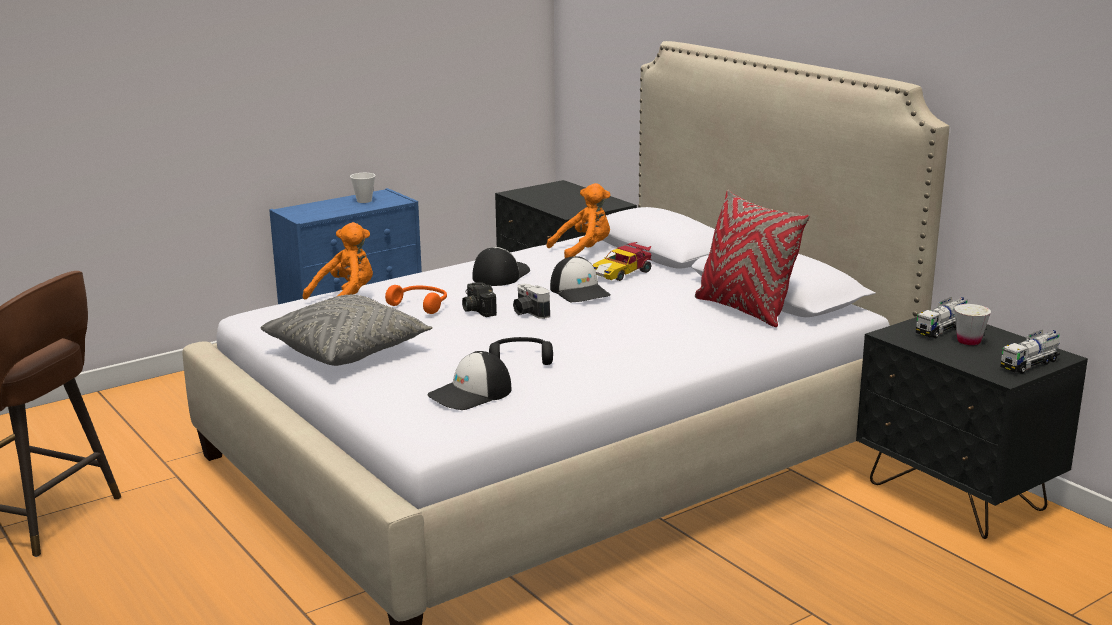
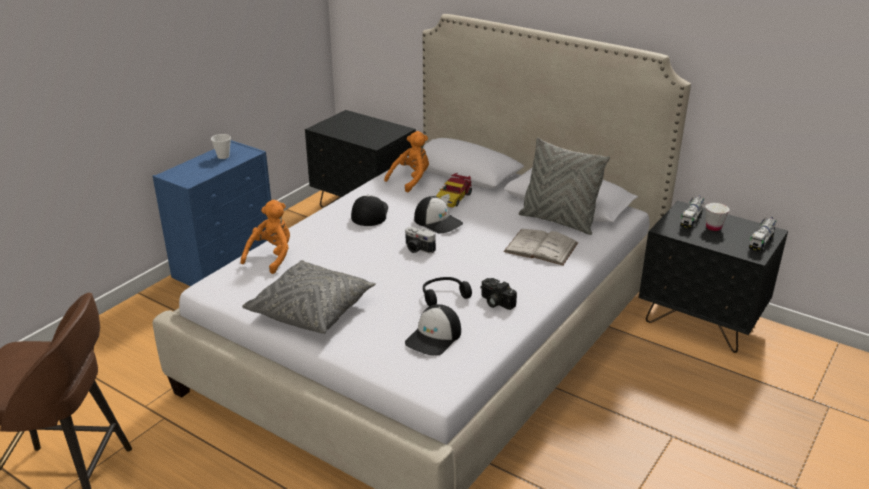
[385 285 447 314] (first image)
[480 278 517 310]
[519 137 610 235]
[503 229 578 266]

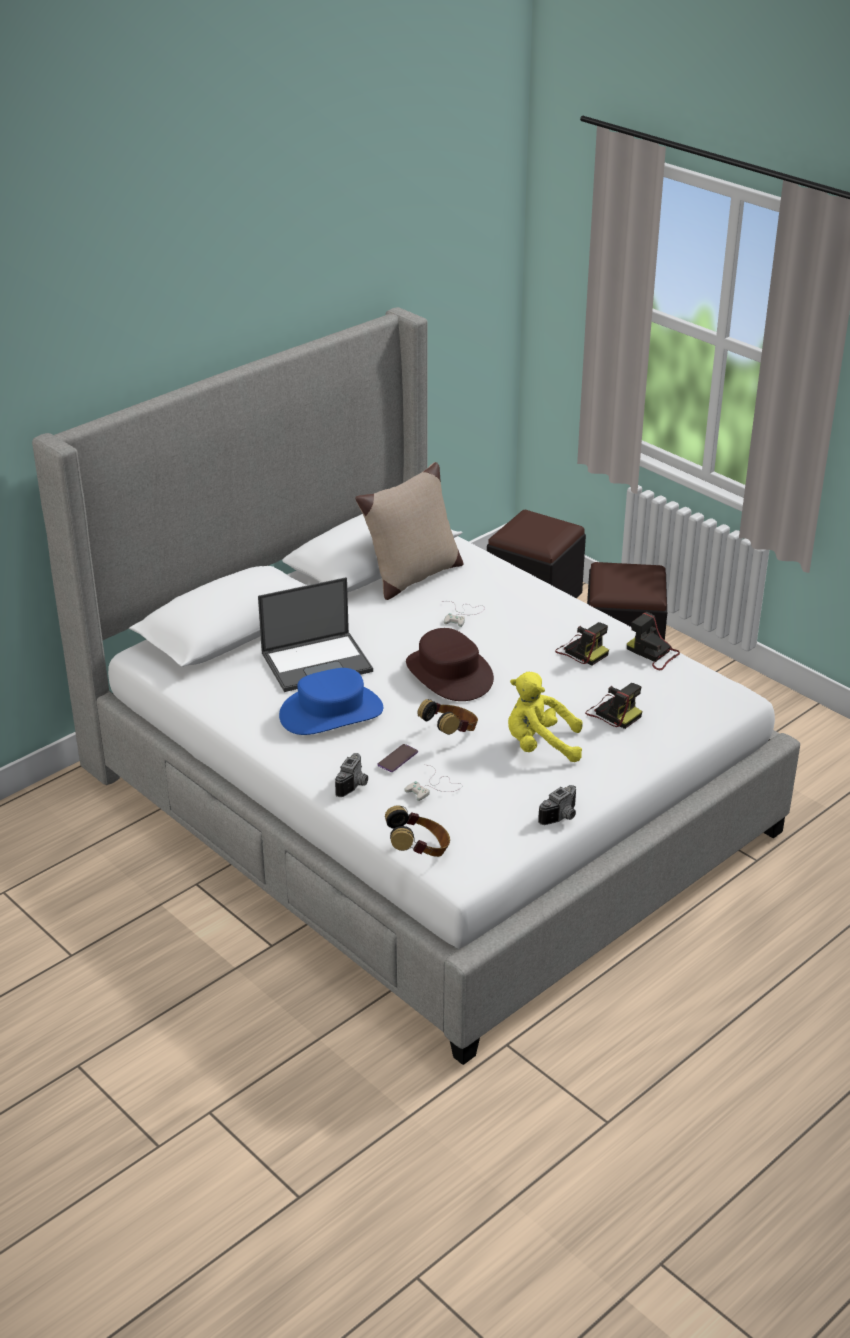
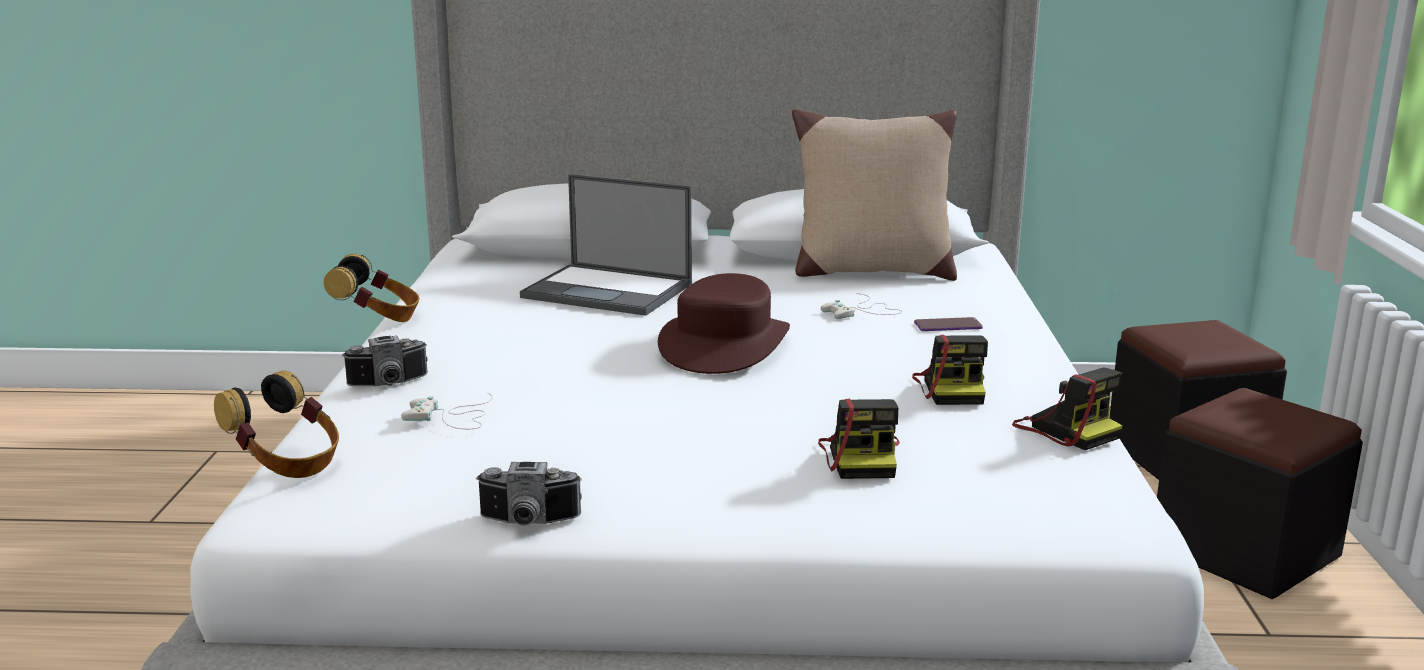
[279 668 383 735] (first image)
[914 317 983 331]
[324 254 420 322]
[508 672 583 762] (first image)
[1012 368 1123 450]

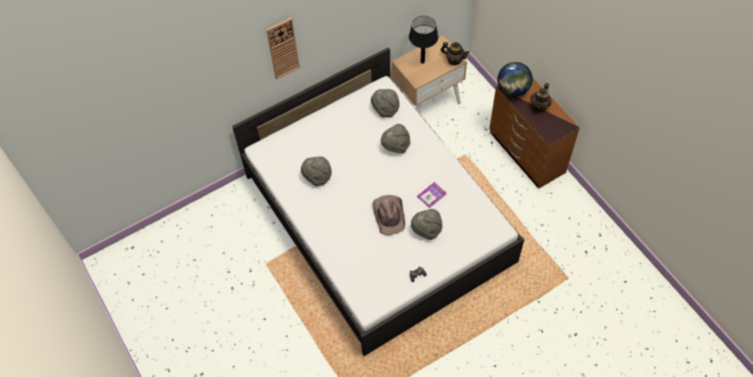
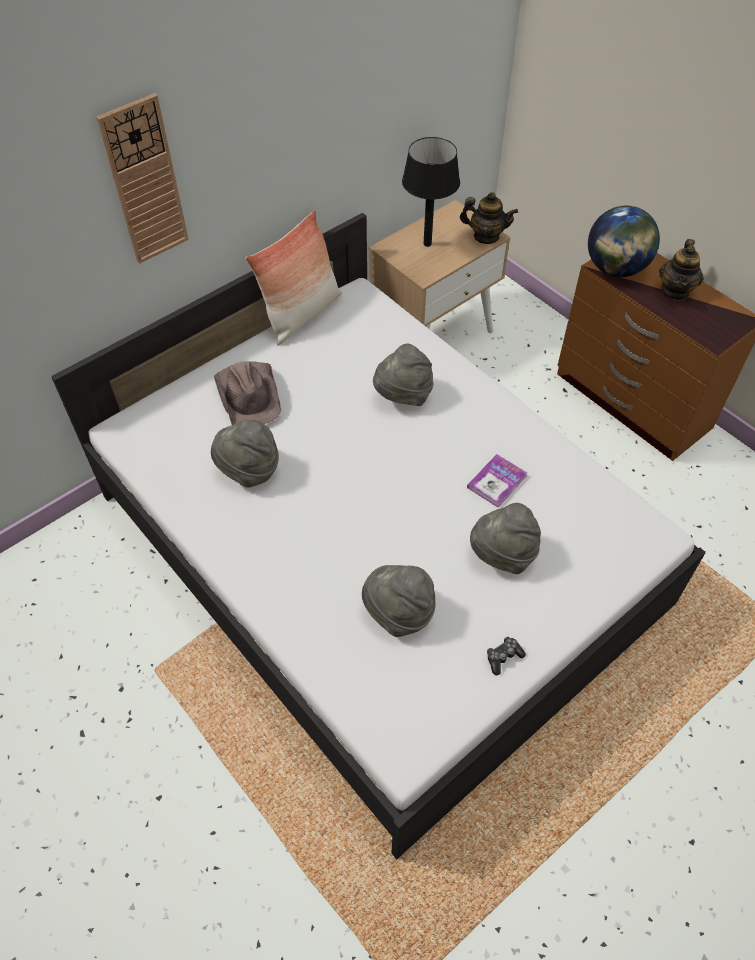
[362 565 436 637]
[214 361 281 425]
[245 210 342 346]

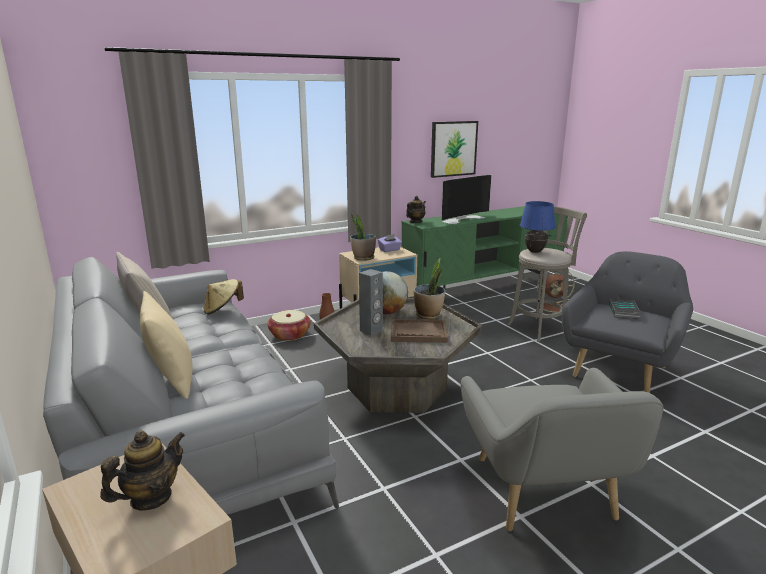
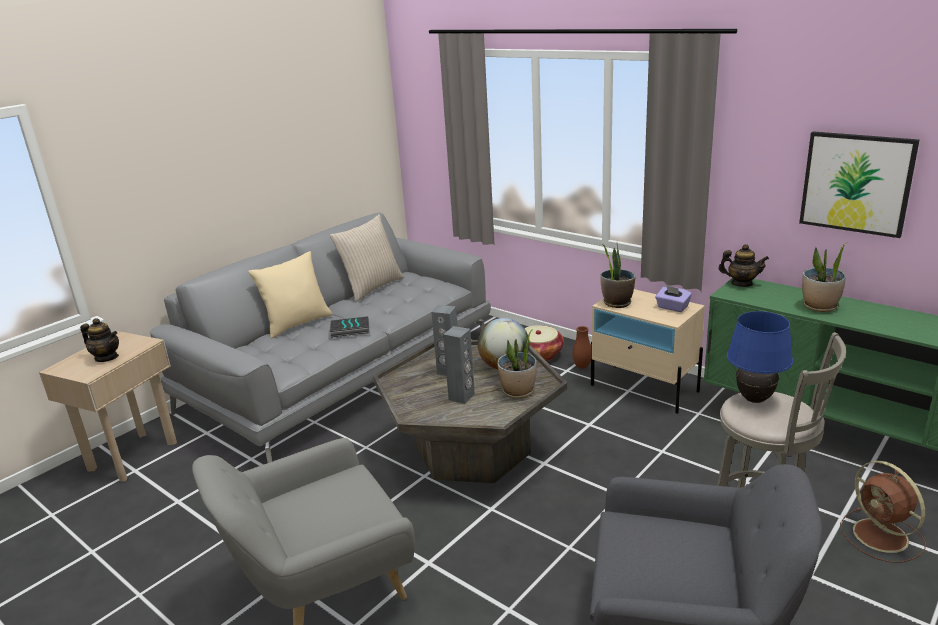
[203 279 244 315] (first image)
[443 326 475 404]
[802 243 846 312]
[329 316 370 338]

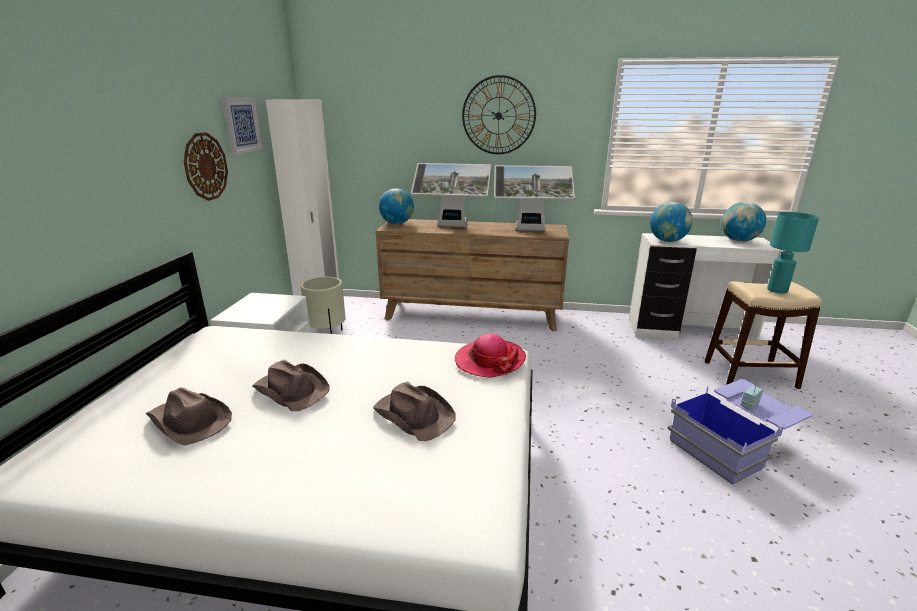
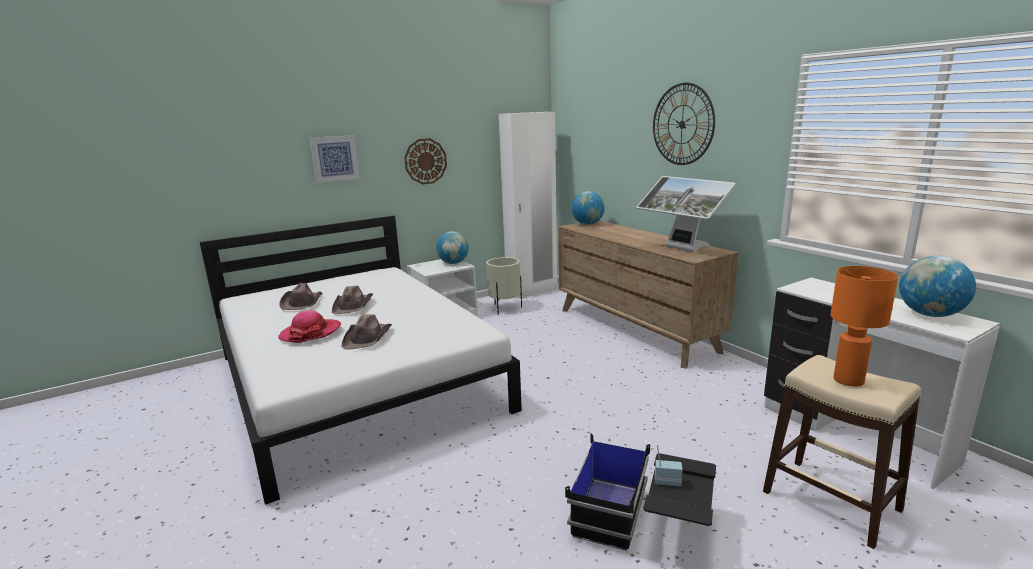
[310 135 360 183]
[411 163 491 227] (first image)
[278 310 341 343]
[436 231 469 264]
[565 433 716 551]
[831 266 898 387]

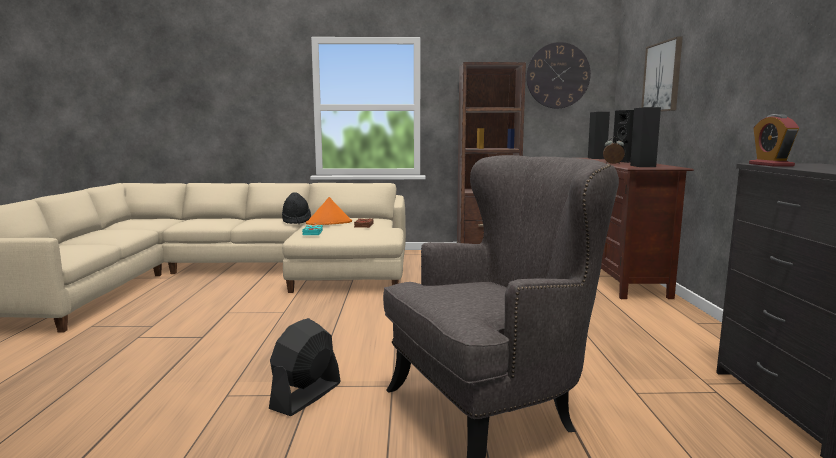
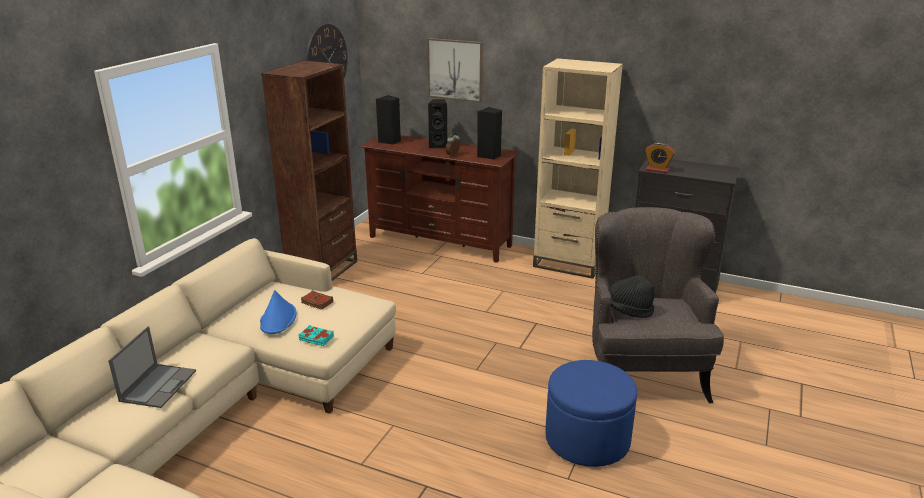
[545 360 637 467]
[608 275 654 318]
[260 290 296 334]
[108 326 196 408]
[533 58 623 279]

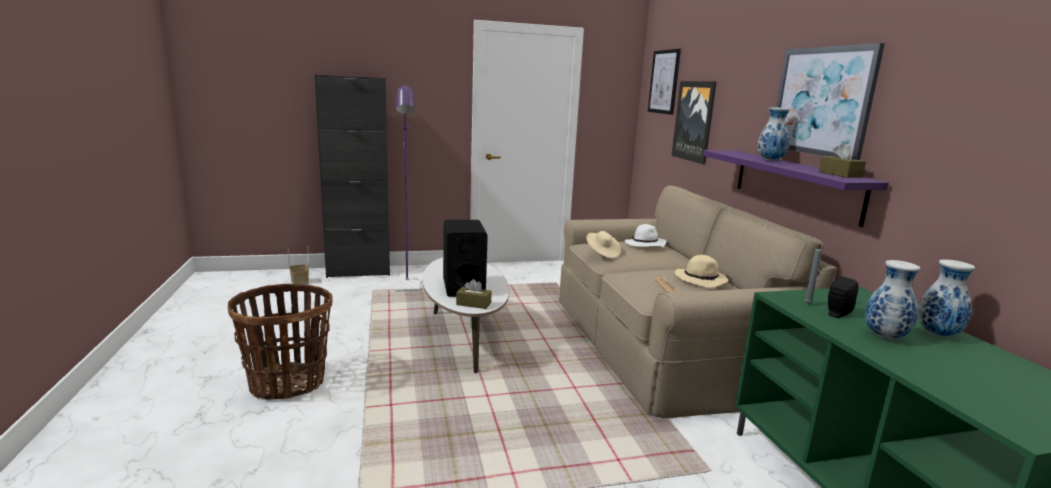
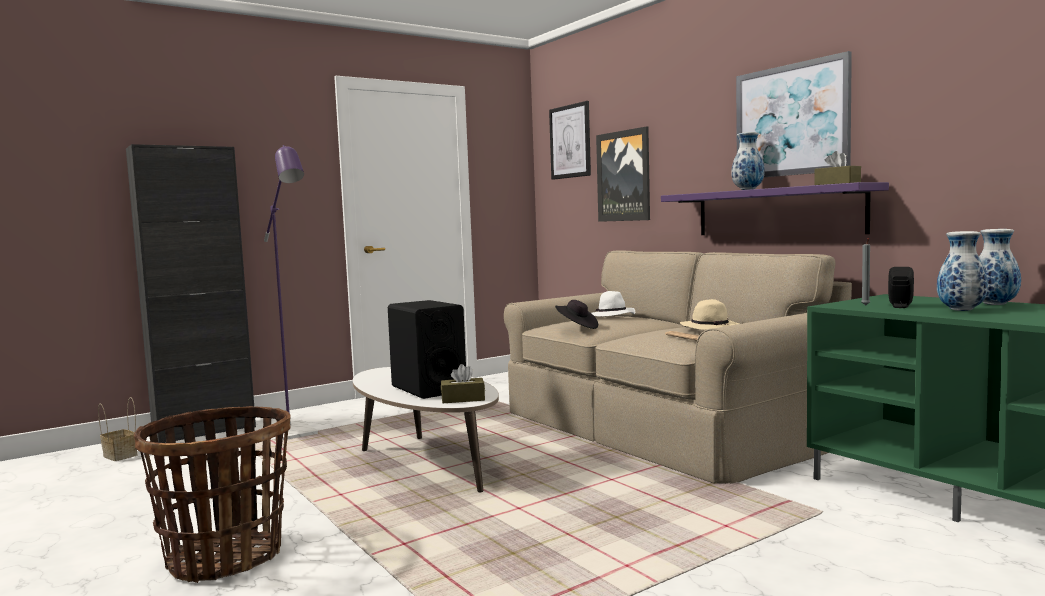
[555 300 598 329]

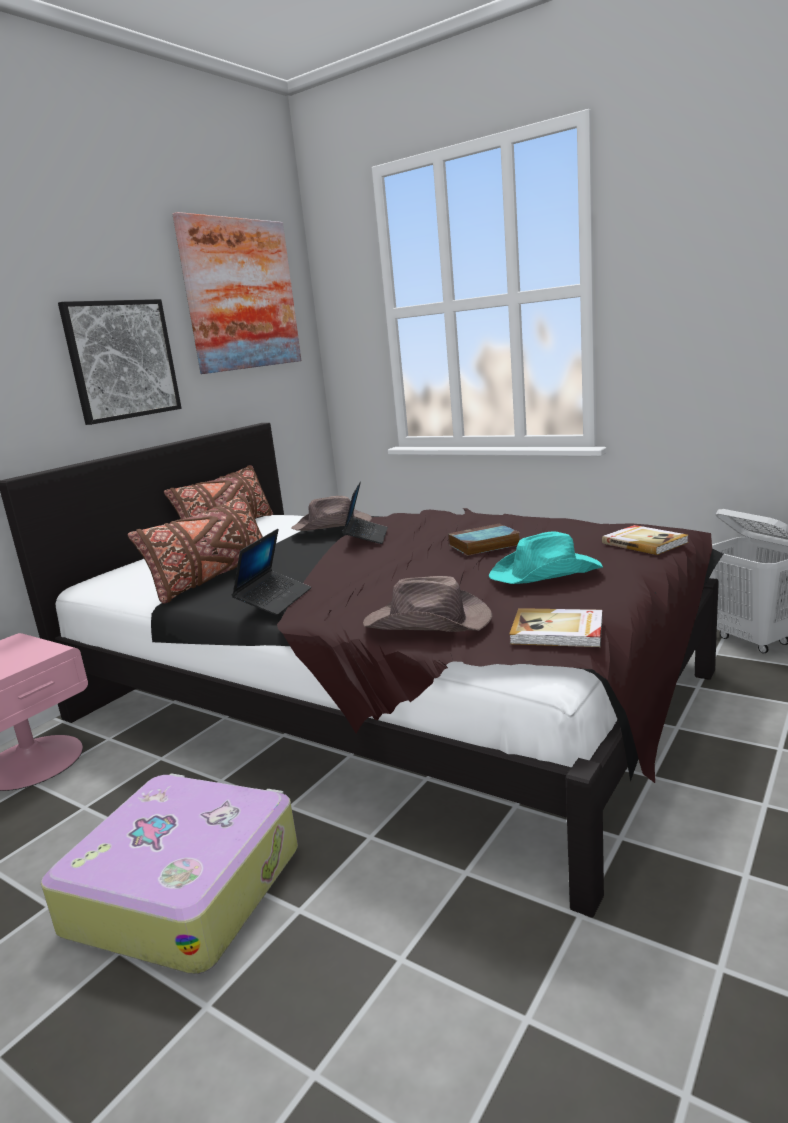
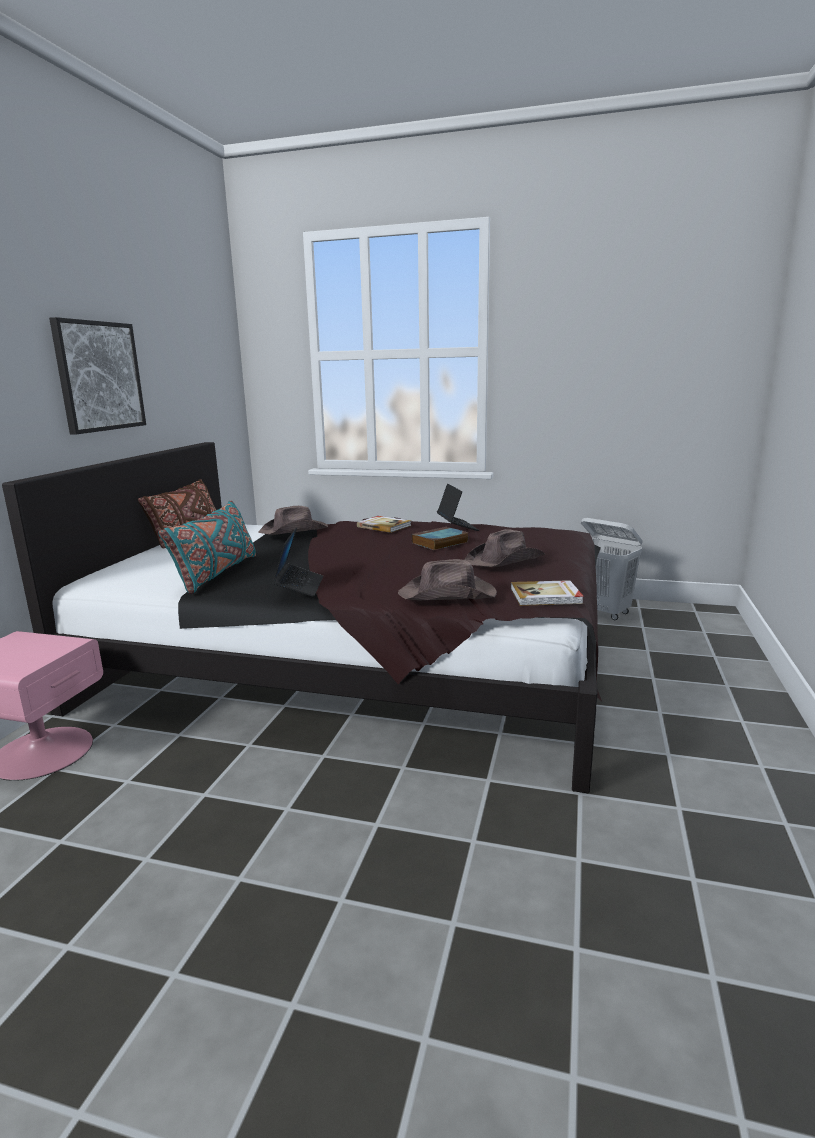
[41 774 298 974] (first image)
[158 500 256 594]
[172 212 301 374] (first image)
[437 484 479 531]
[464 529 545 567]
[357 516 411 533]

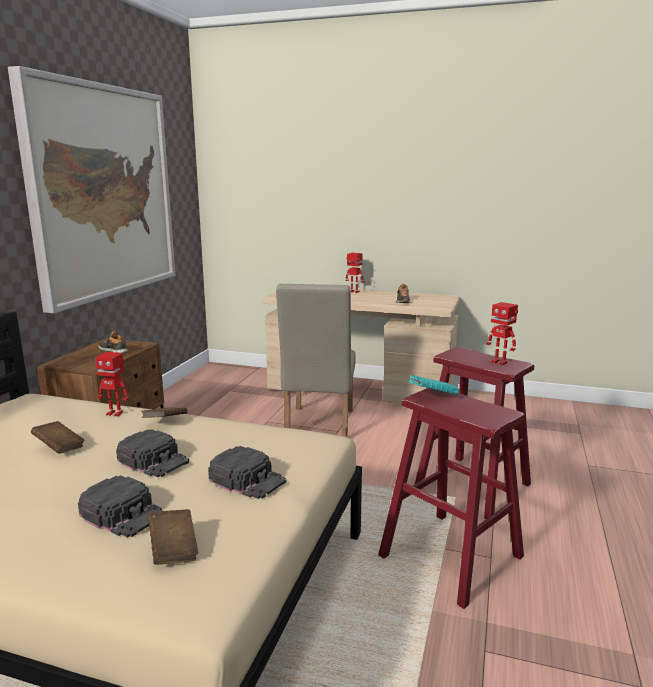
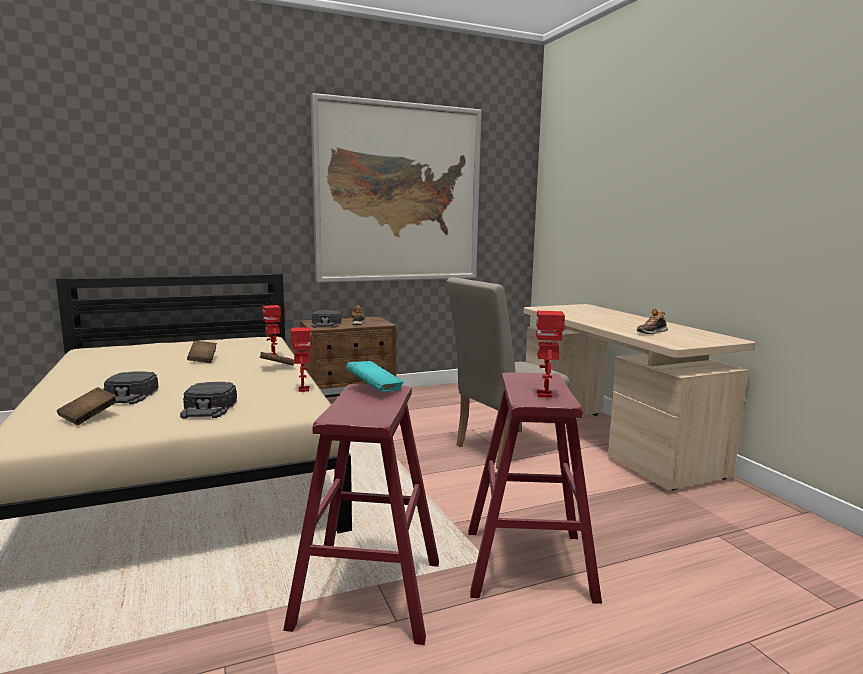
[312 310 341 328]
[291 327 311 392]

